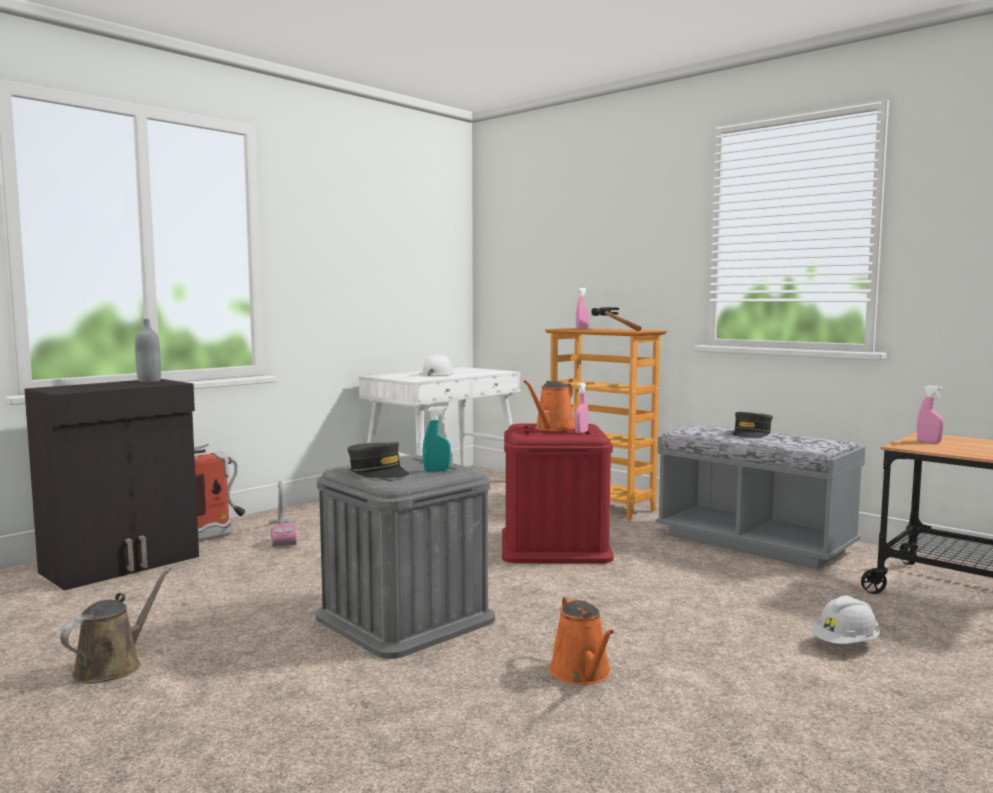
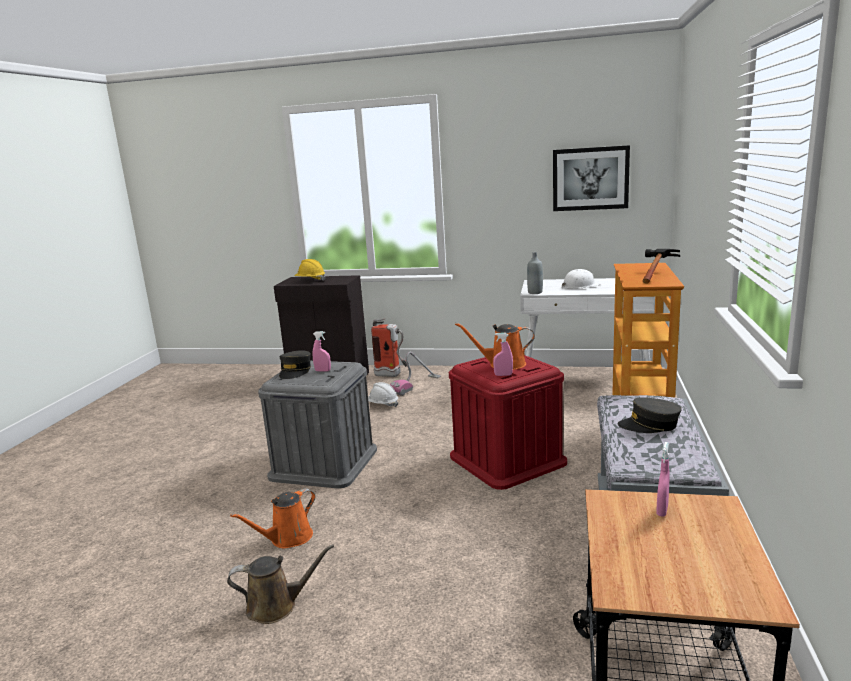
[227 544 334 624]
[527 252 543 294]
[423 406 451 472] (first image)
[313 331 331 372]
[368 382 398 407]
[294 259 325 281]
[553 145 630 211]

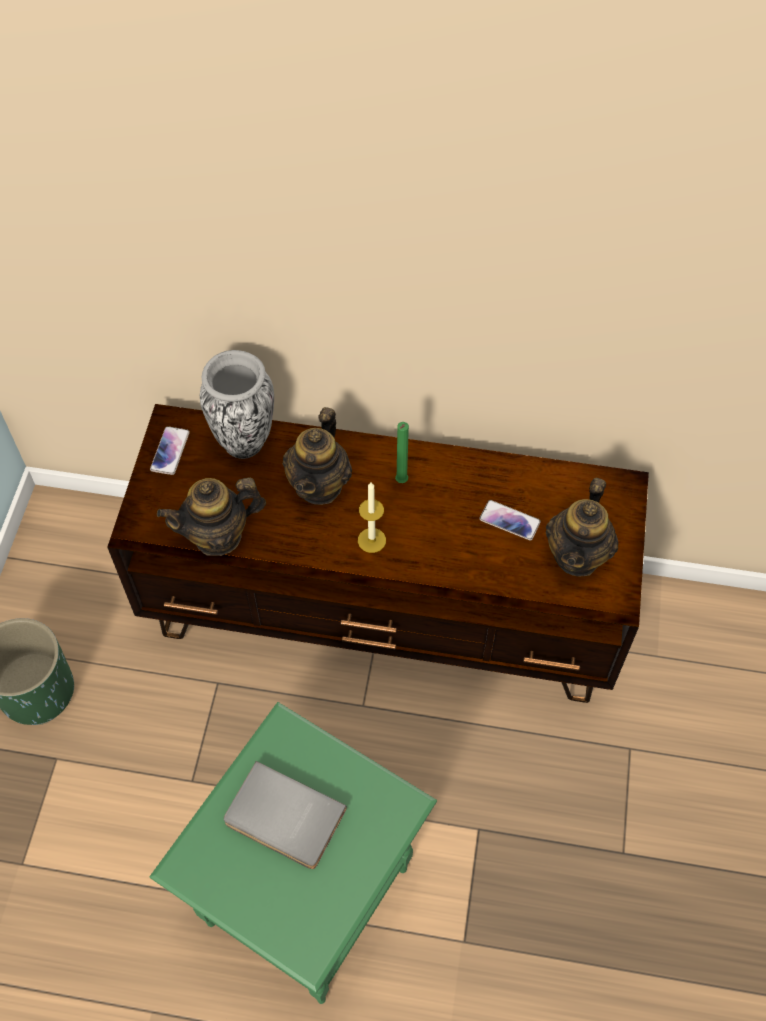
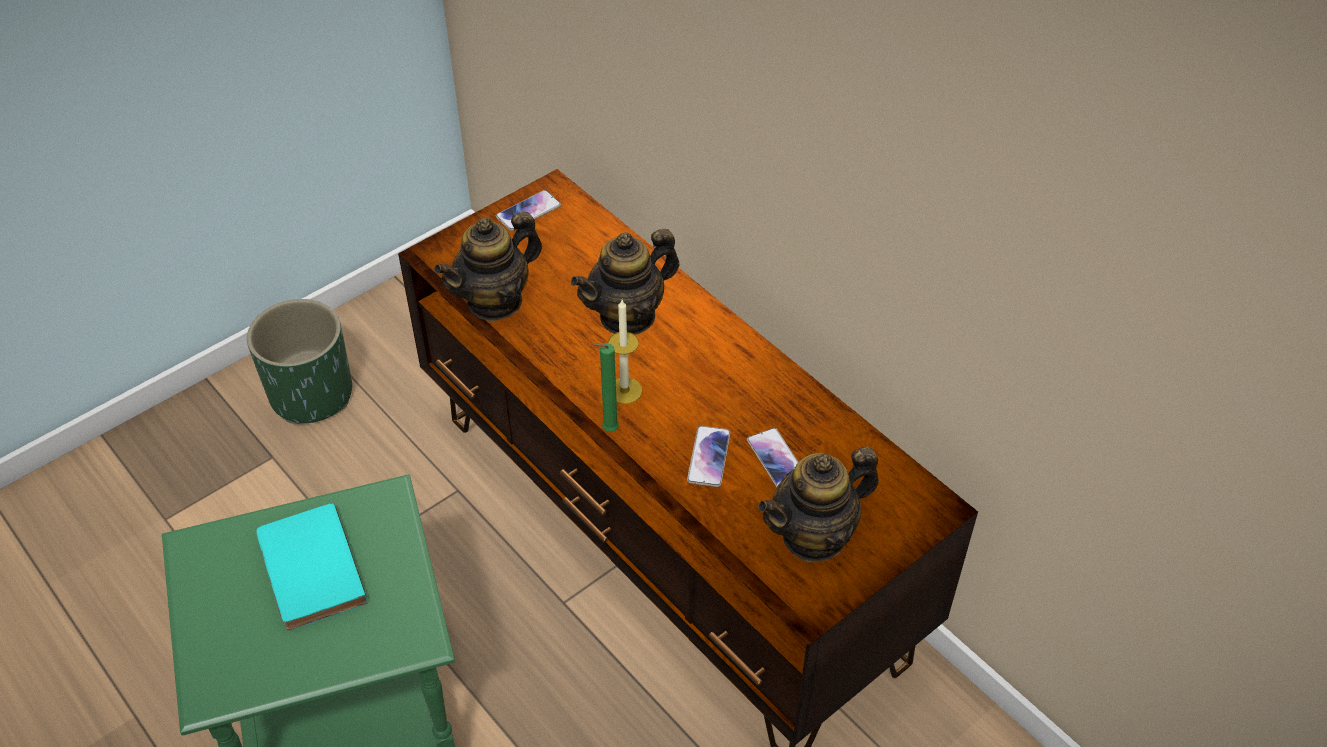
[434 211 542 322]
[200 350 274 459] (first image)
[256 503 368 630]
[594 343 619 432]
[687 426 731 487]

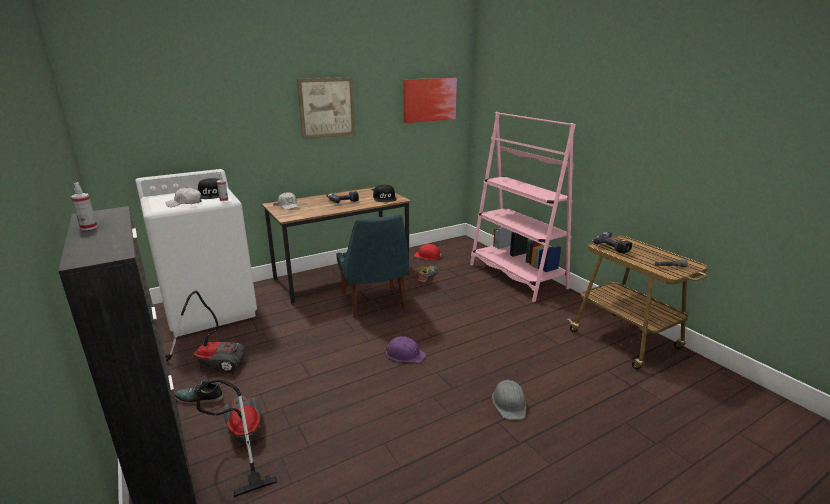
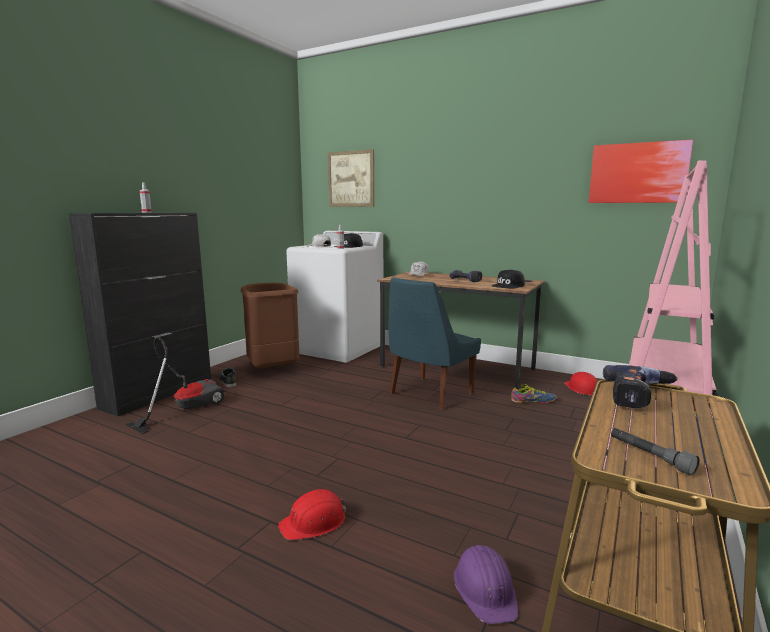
[240 283 300 368]
[328 149 374 207]
[454 545 518 624]
[278 489 346 540]

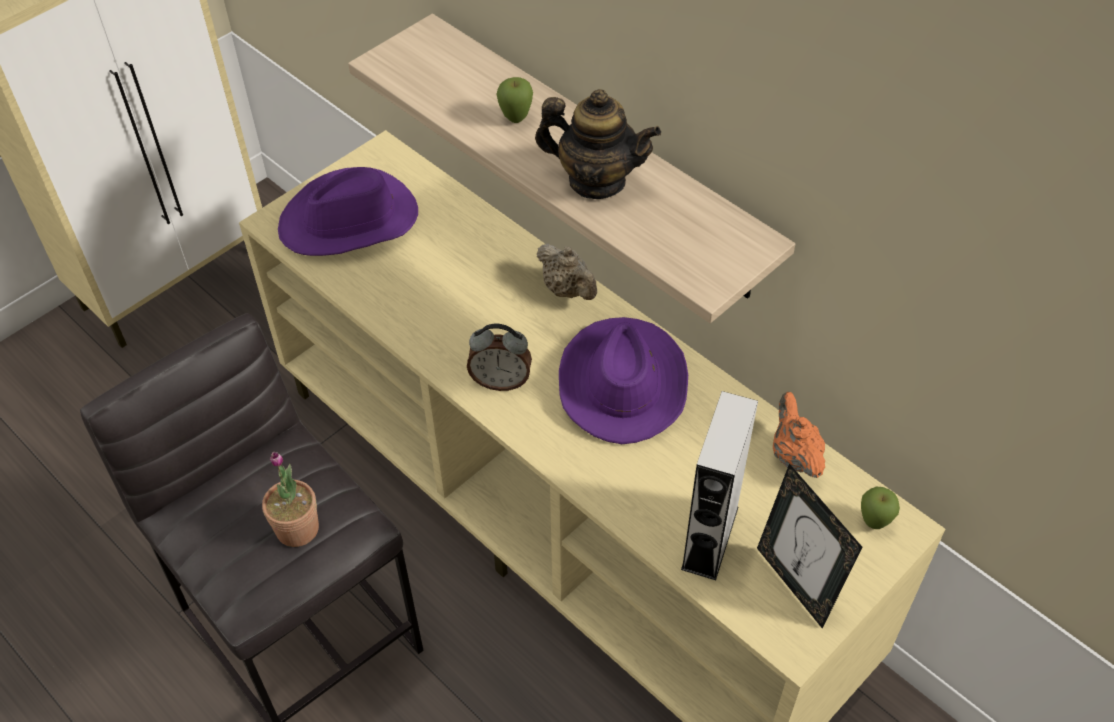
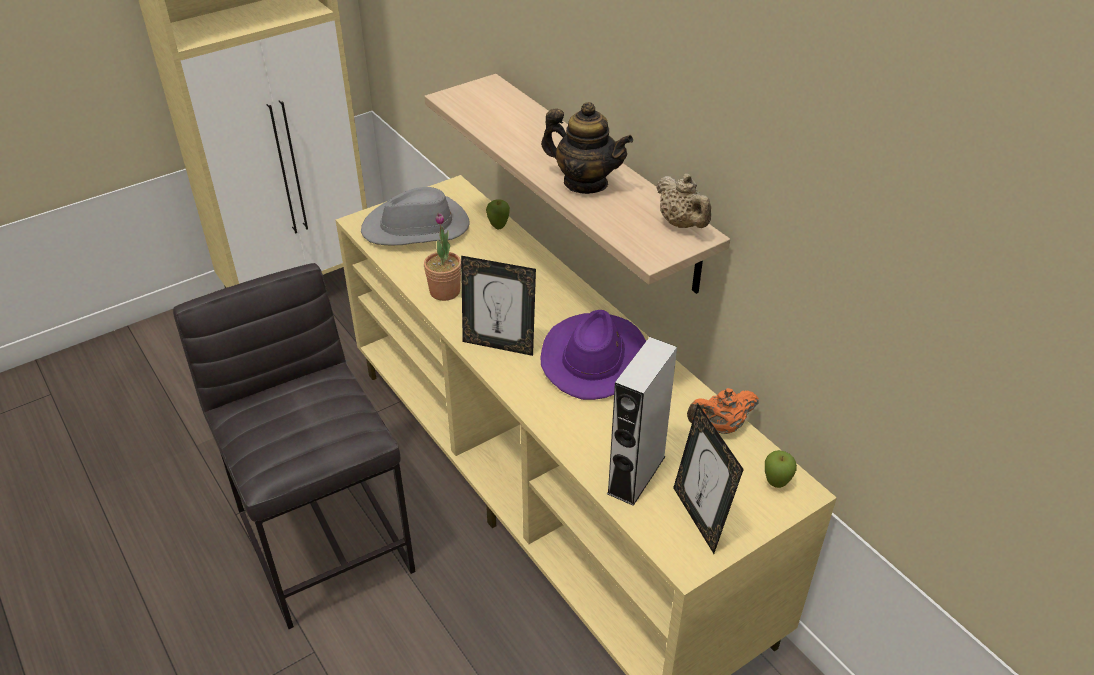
[424 213 461 301]
[361 187 470 245]
[461 256 536 356]
[486 199 510 229]
[656 174 711 228]
[687 388 759 434]

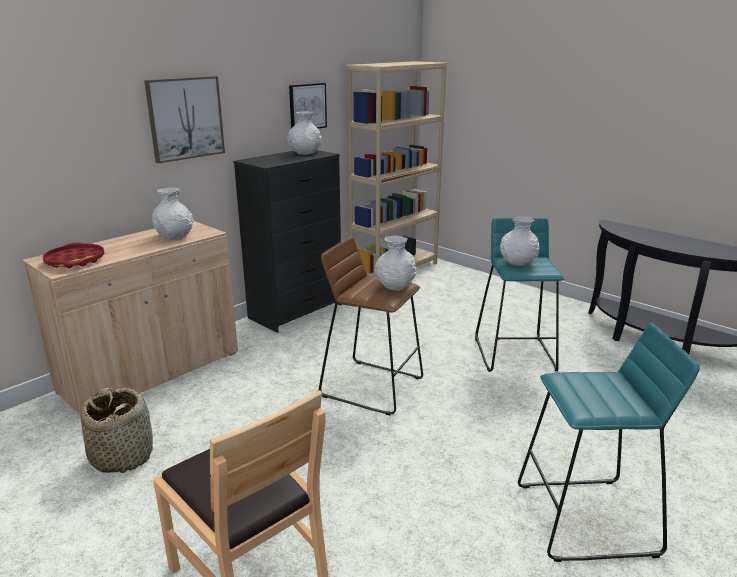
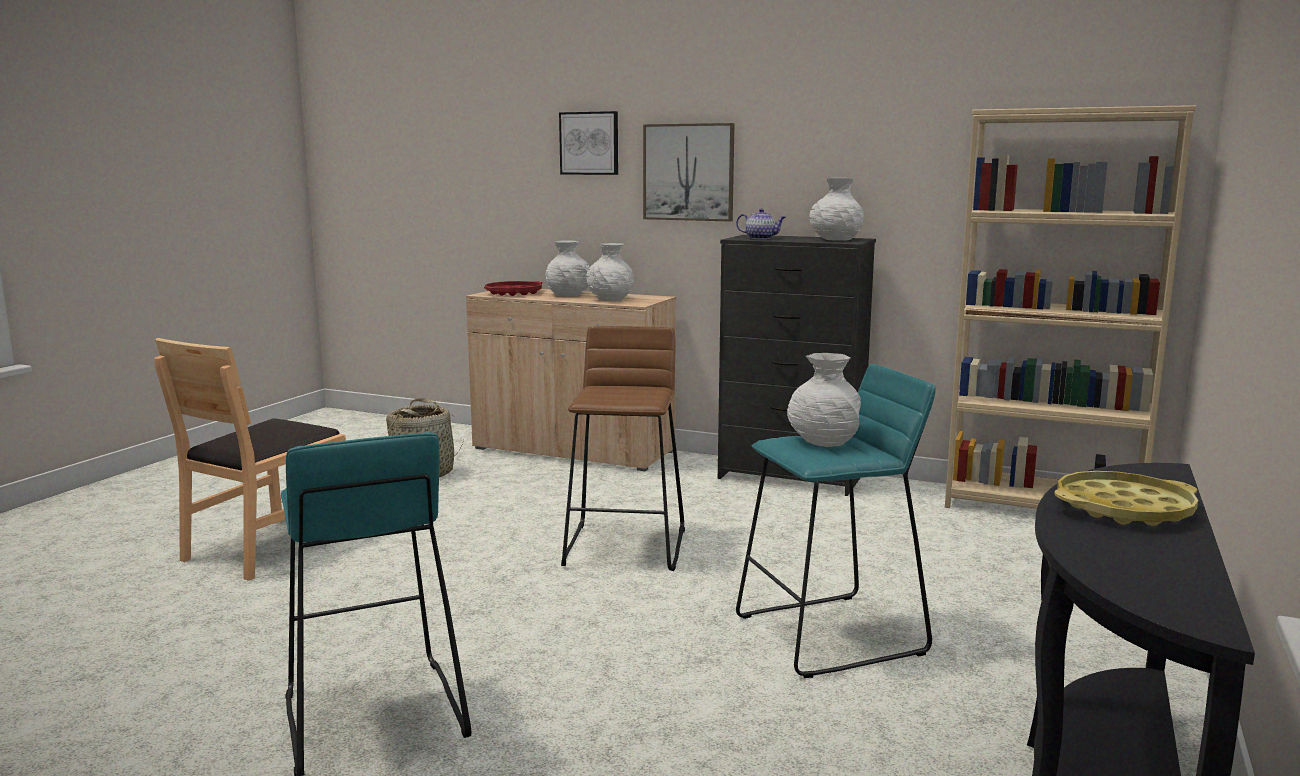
[559 111 618 175]
[546 240 590 297]
[736 208 786 239]
[1054 471 1198 526]

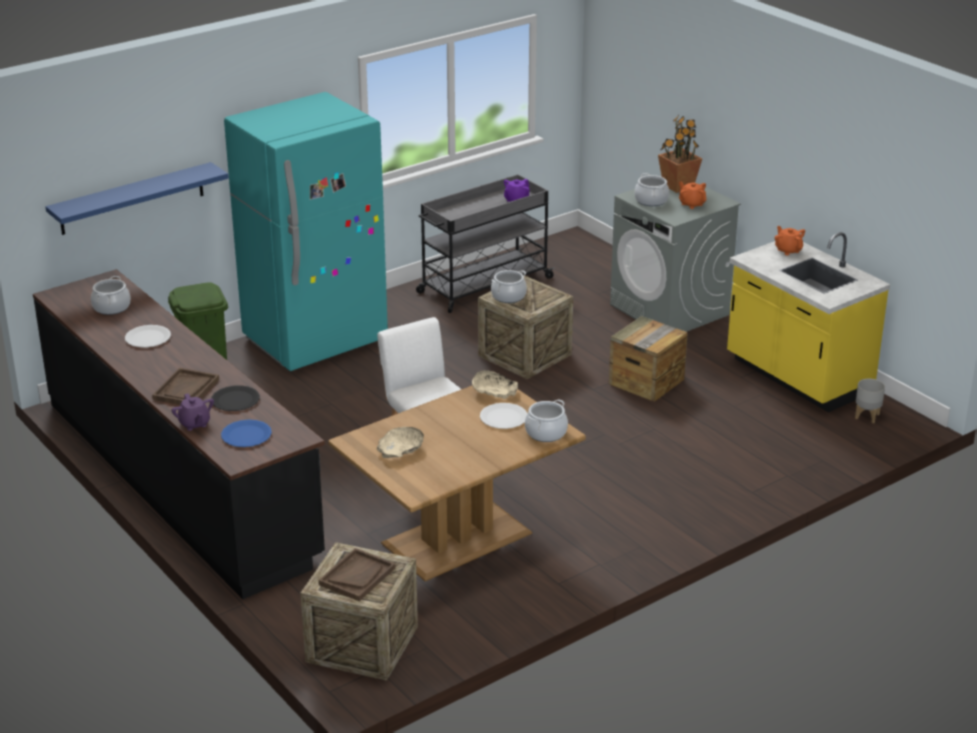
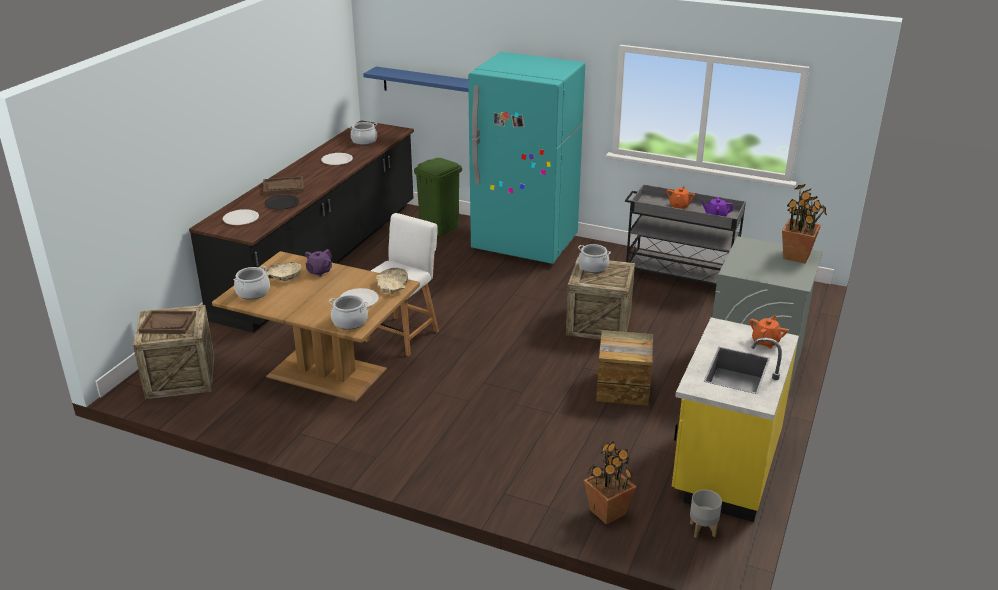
[305 249 332 277]
[223 209 259 225]
[233 265 270 300]
[667 186 695 210]
[584 441 636 525]

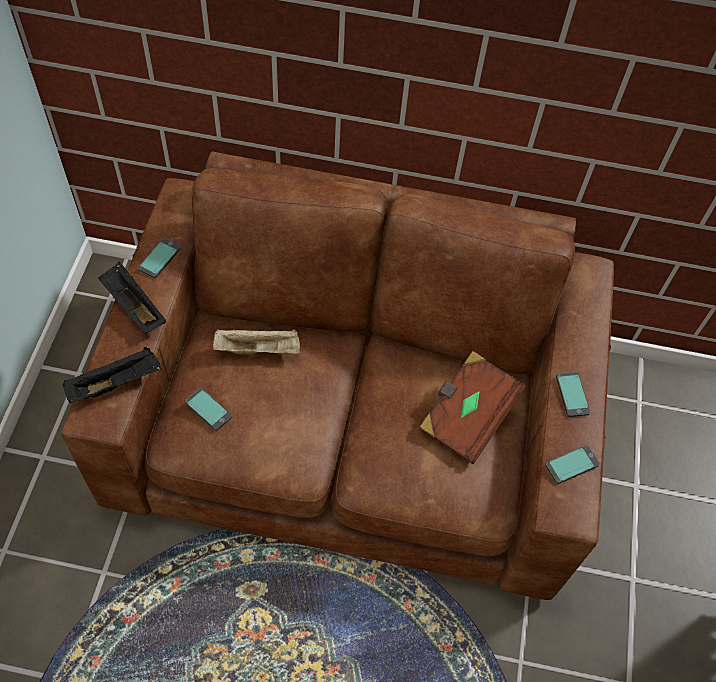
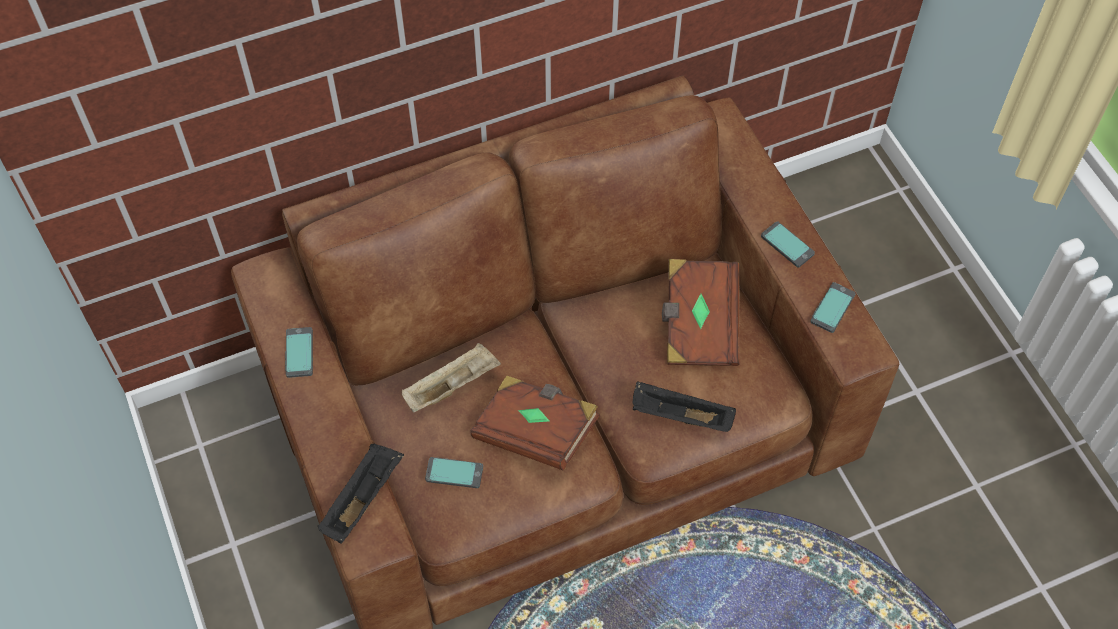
[632 381 736 432]
[470 376 600 470]

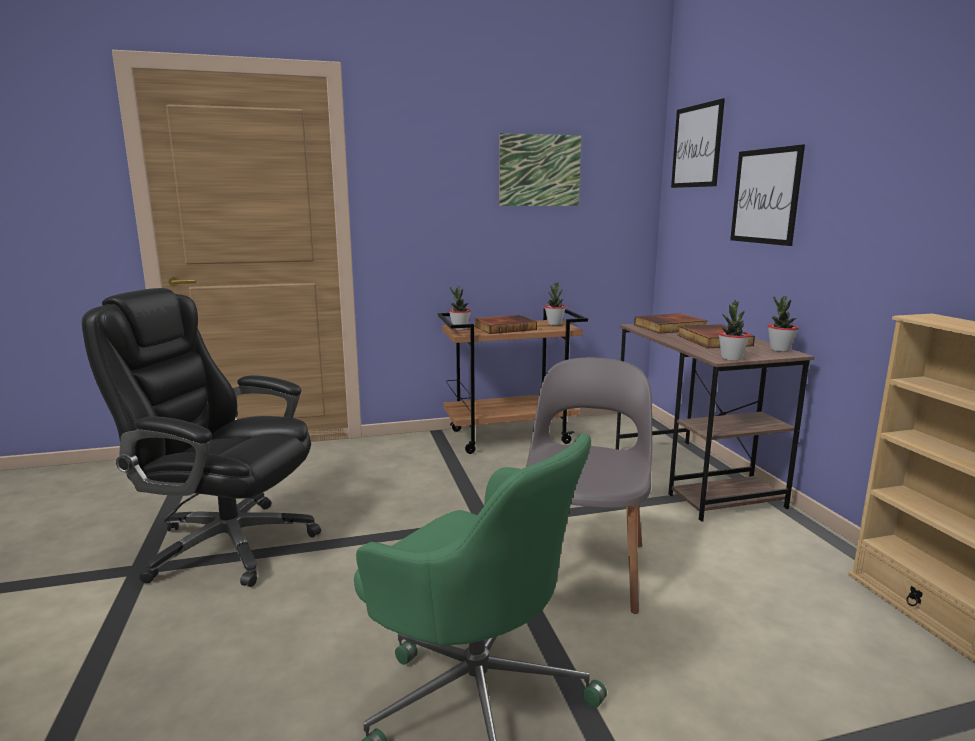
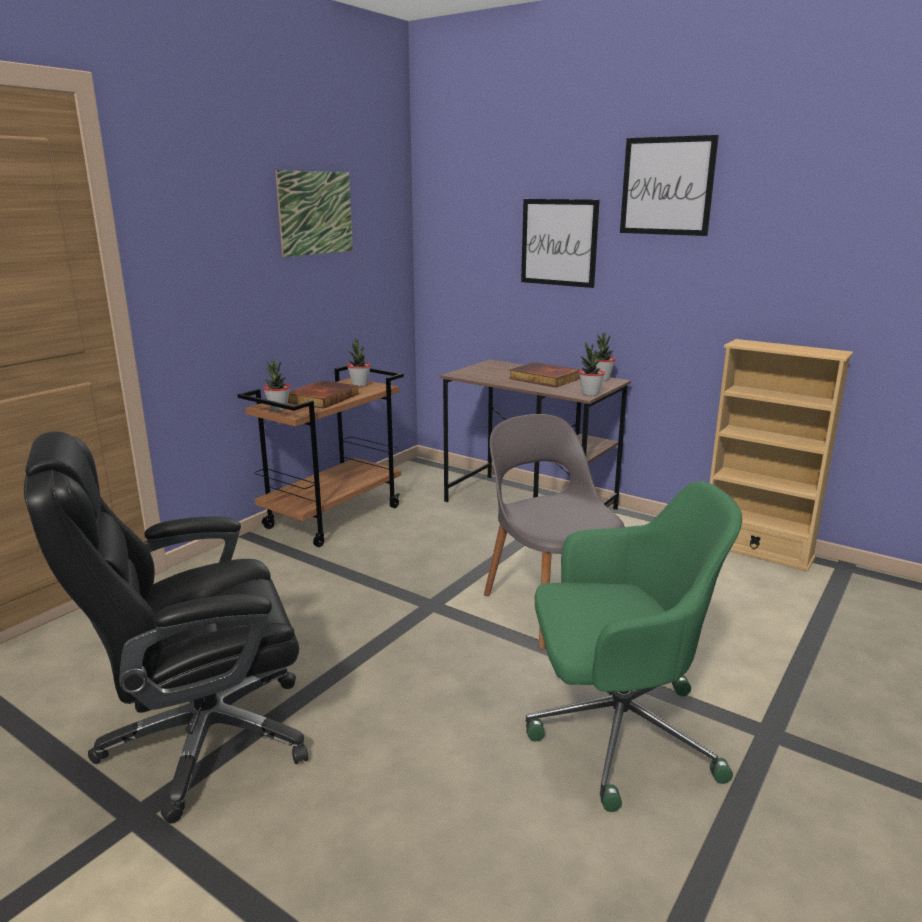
[634 313 708 334] (first image)
[620 135 719 236]

